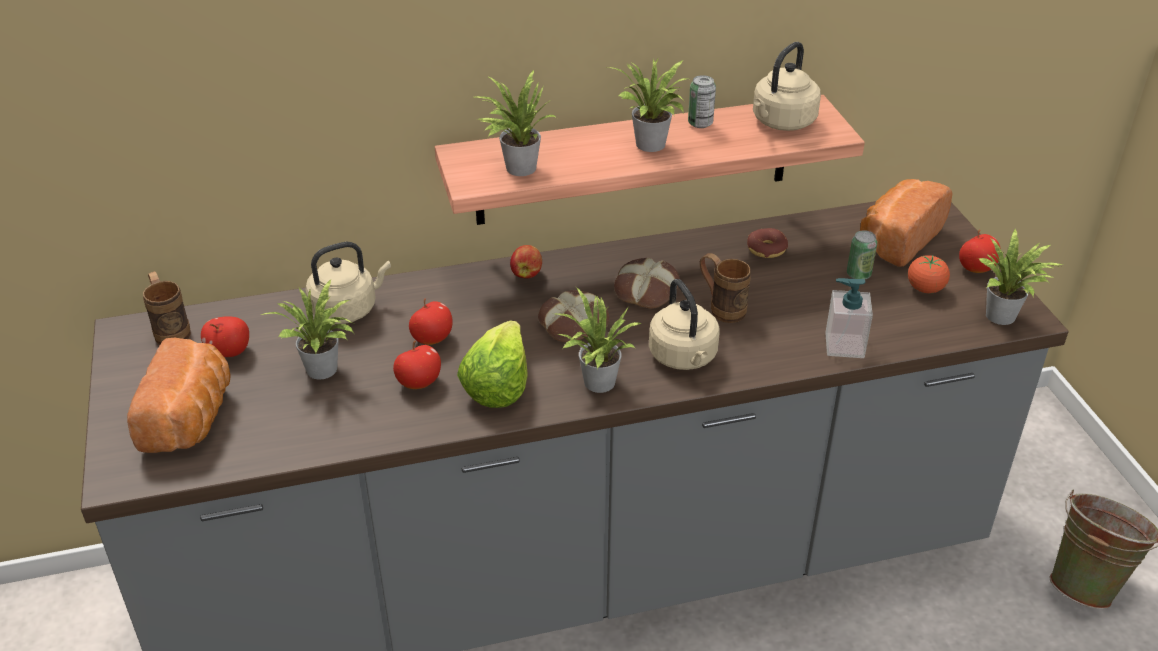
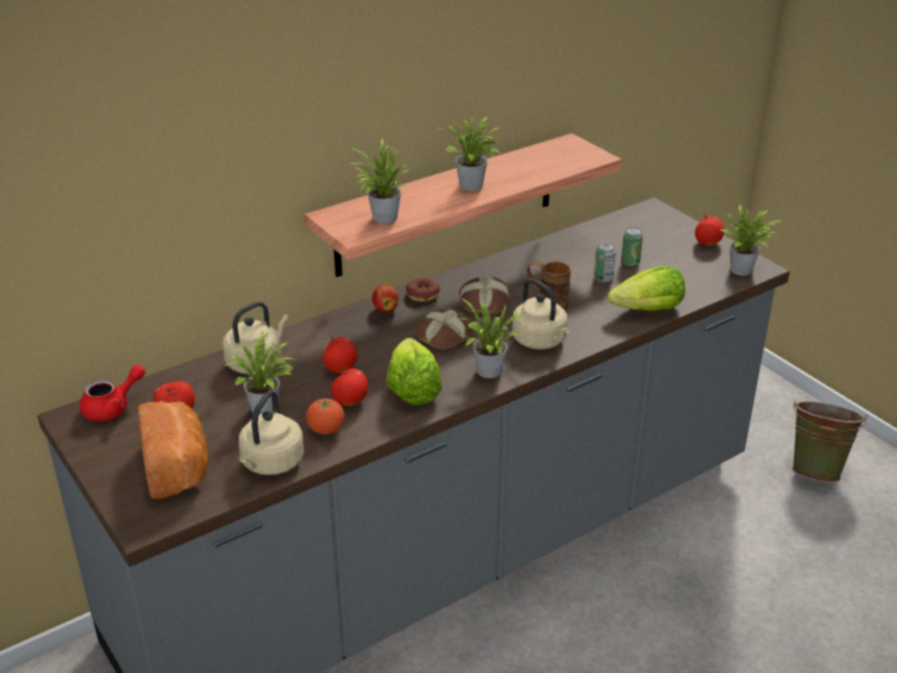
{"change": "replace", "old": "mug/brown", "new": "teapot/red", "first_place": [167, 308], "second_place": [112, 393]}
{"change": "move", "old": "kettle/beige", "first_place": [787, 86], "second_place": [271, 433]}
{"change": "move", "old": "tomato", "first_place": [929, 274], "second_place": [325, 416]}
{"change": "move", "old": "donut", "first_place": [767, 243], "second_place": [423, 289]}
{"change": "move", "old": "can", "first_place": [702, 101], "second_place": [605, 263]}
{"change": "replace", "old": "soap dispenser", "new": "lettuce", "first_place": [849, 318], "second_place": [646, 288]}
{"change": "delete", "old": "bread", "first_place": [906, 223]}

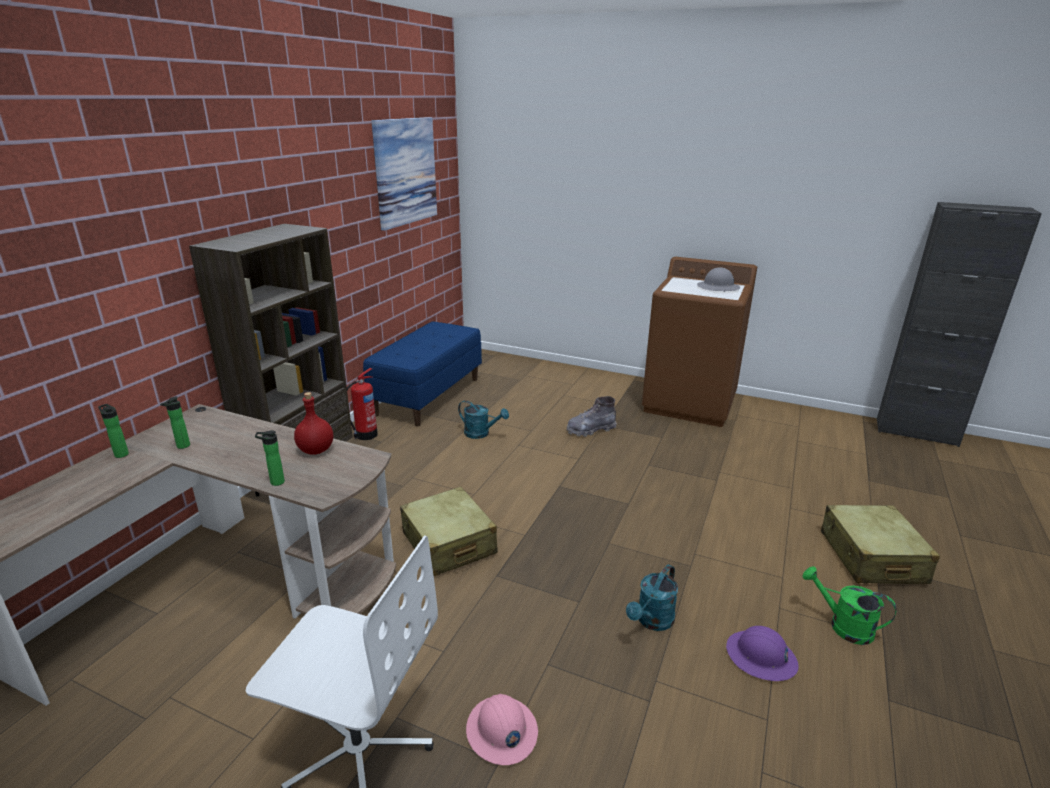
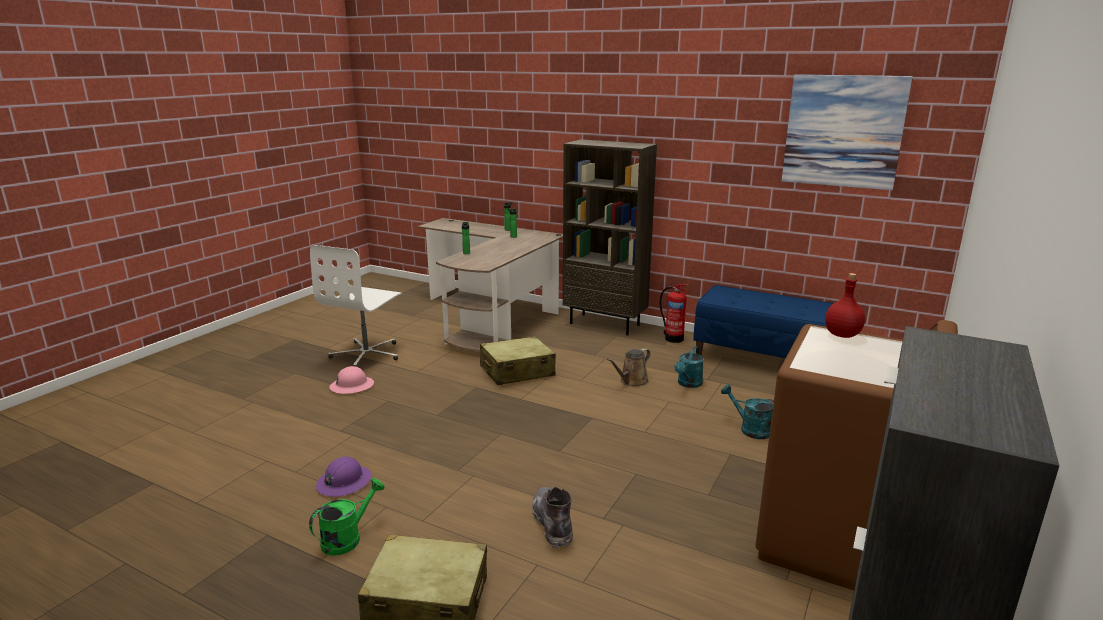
{"change": "move", "old": "boot/grey", "first_place": [592, 416], "second_place": [552, 518]}
{"change": "insert", "new": "watering can/brown", "second_place": [628, 367]}
{"change": "move", "old": "watering can/turquoise", "first_place": [652, 598], "second_place": [747, 411]}
{"change": "move", "old": "bottle/red", "first_place": [313, 423], "second_place": [845, 305]}
{"change": "delete", "old": "hard hat/grey", "first_place": [718, 279]}

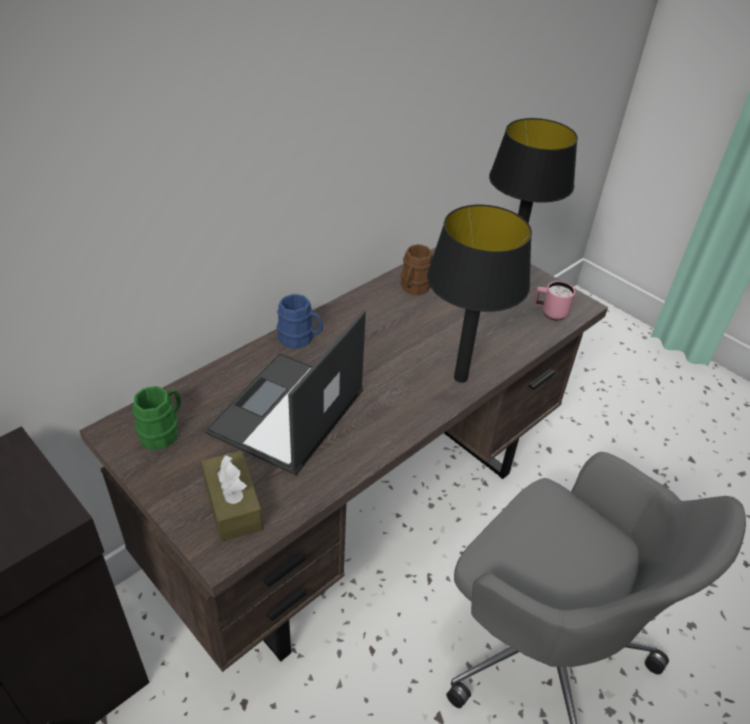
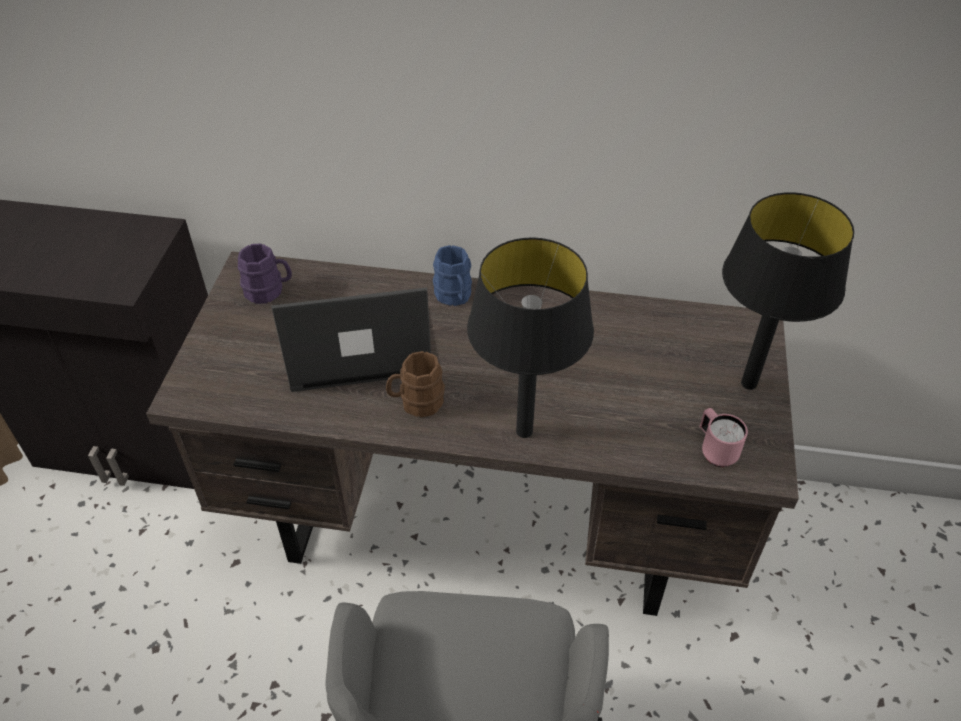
{"change": "recolor", "old": "mug/green", "new": "mug/purple", "first_place": [156, 418], "second_place": [265, 274]}
{"change": "move", "old": "mug/brown", "first_place": [417, 269], "second_place": [415, 384]}
{"change": "delete", "old": "tissue box/brown", "first_place": [232, 496]}

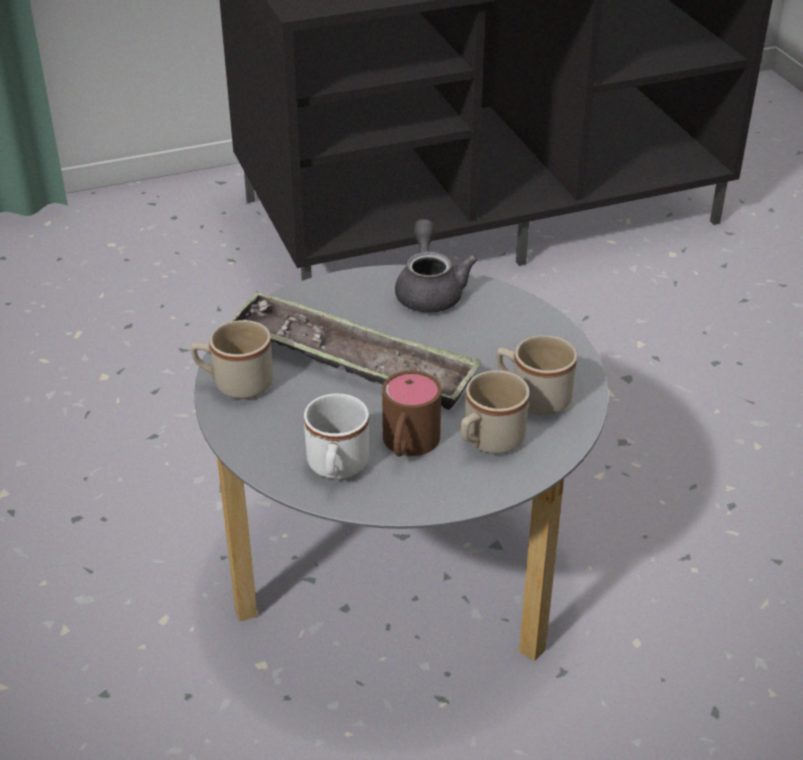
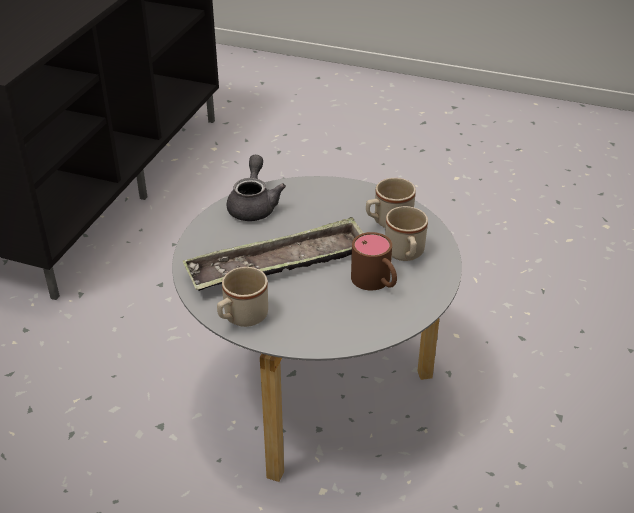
{"change": "rotate", "old": "teapot/grey", "first_place": [436, 266], "second_place": [256, 188], "degrees": 60}
{"change": "delete", "old": "mug/white", "first_place": [336, 436]}

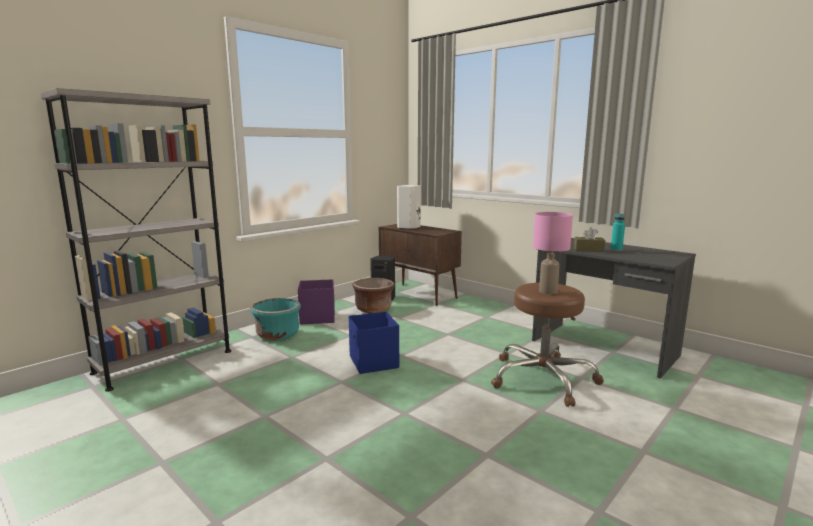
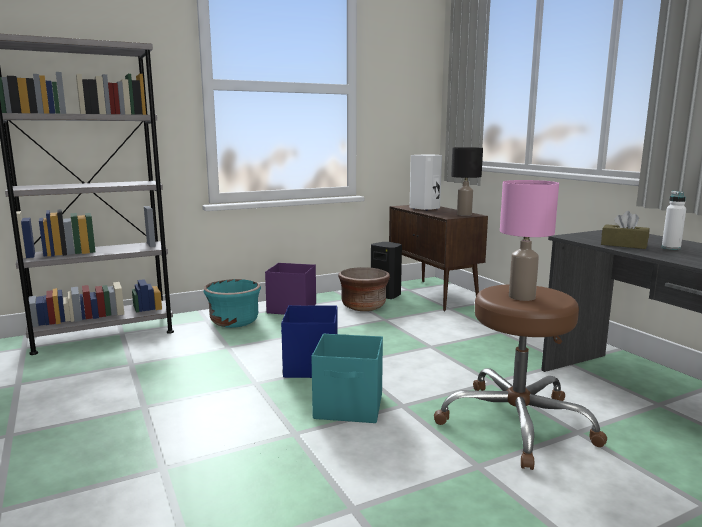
{"change": "insert", "new": "storage box/turquoise", "second_place": [347, 378]}
{"change": "insert", "new": "table lamp/black", "second_place": [467, 181]}
{"change": "recolor", "old": "bottle/turquoise", "new": "bottle/white", "first_place": [618, 232], "second_place": [674, 220]}

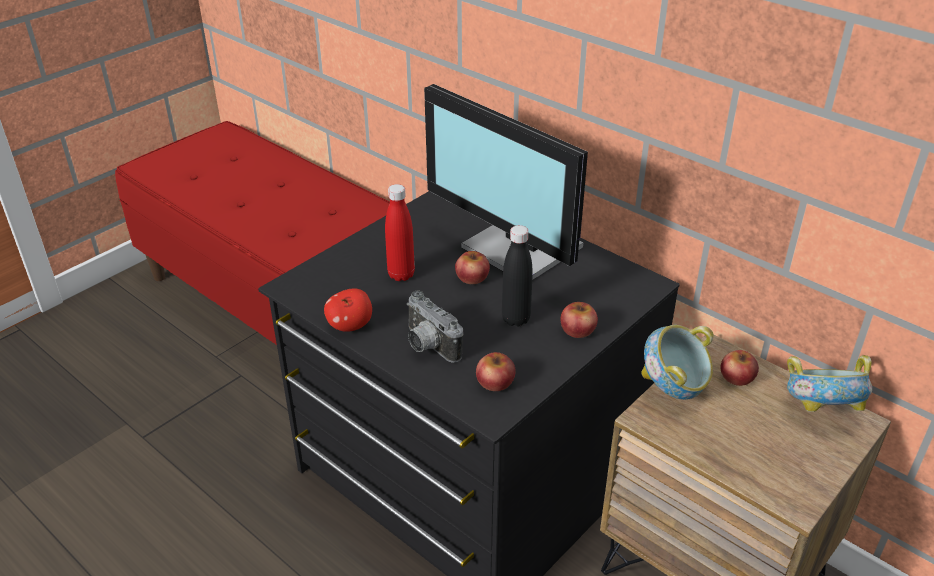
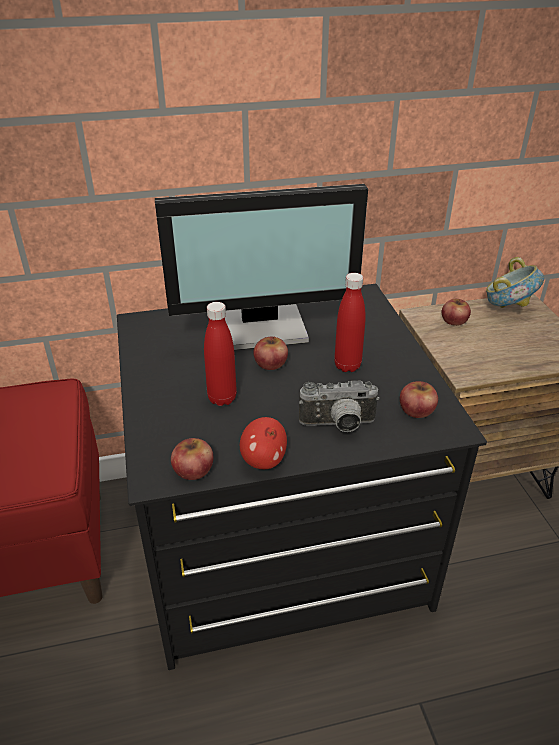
{"change": "move", "old": "apple", "first_place": [579, 320], "second_place": [192, 459]}
{"change": "recolor", "old": "bottle/black", "new": "bottle/red", "first_place": [517, 276], "second_place": [350, 322]}
{"change": "delete", "old": "bowl", "first_place": [678, 362]}

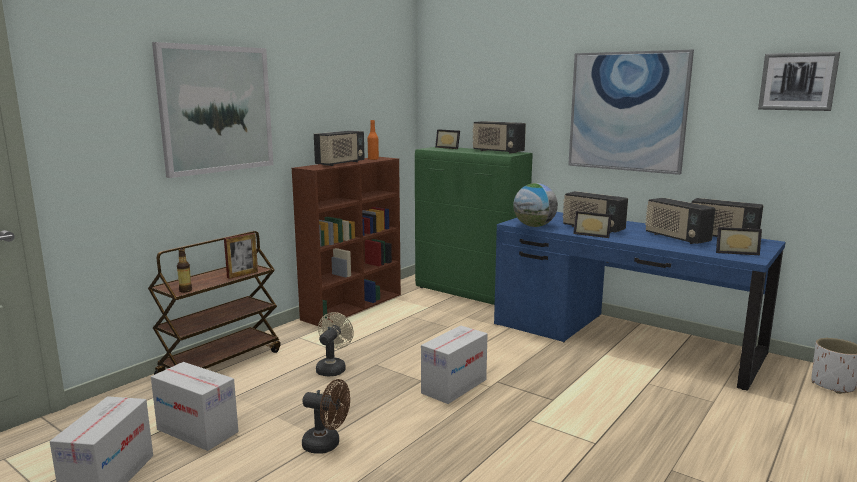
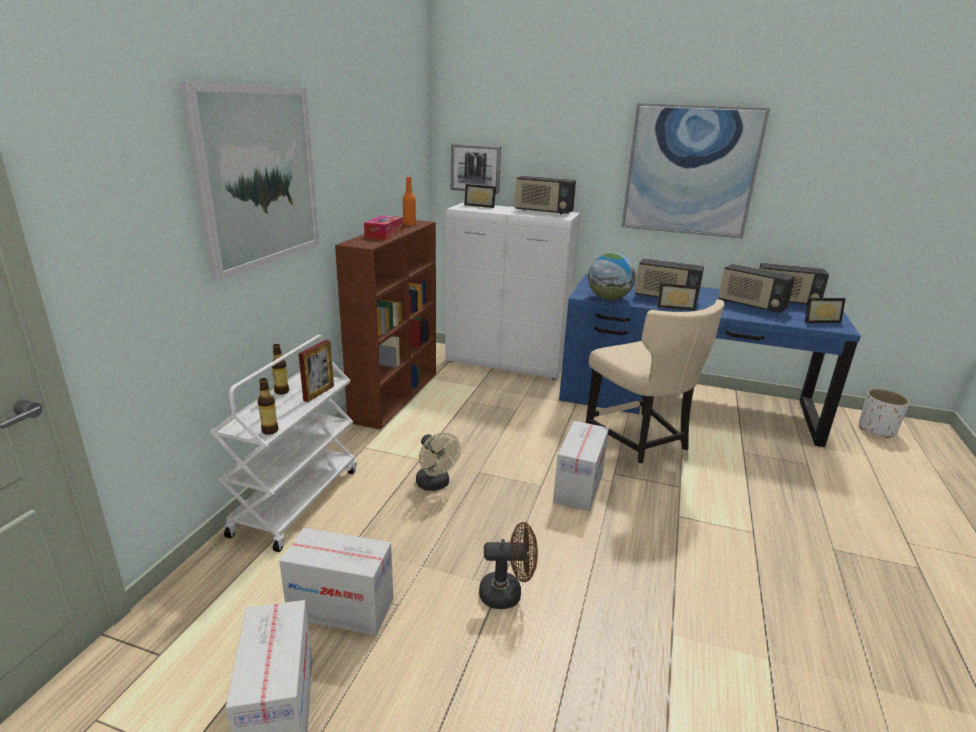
{"change": "recolor", "old": "cart/brown", "new": "cart/white", "first_place": [214, 303], "second_place": [283, 443]}
{"change": "insert", "new": "bottle", "second_place": [280, 369]}
{"change": "replace", "old": "radio", "new": "tissue box", "first_place": [339, 148], "second_place": [383, 227]}
{"change": "rotate", "old": "fan/beige", "first_place": [335, 344], "second_place": [438, 462], "degrees": 150}
{"change": "recolor", "old": "cabinet/green", "new": "cabinet/white", "first_place": [474, 226], "second_place": [512, 290]}
{"change": "move", "old": "picture", "first_place": [799, 81], "second_place": [476, 168]}
{"change": "insert", "new": "chair/beige", "second_place": [655, 387]}

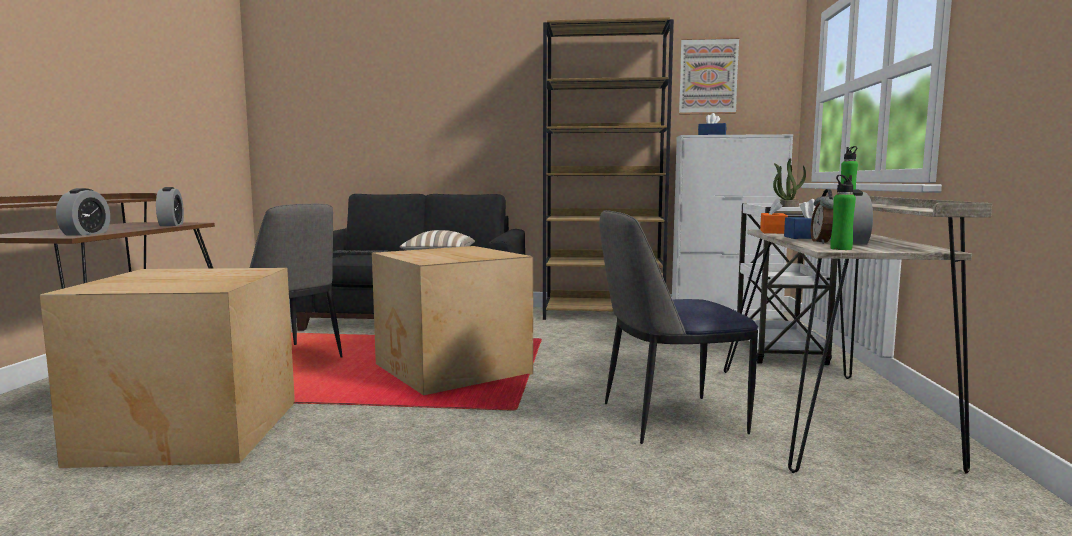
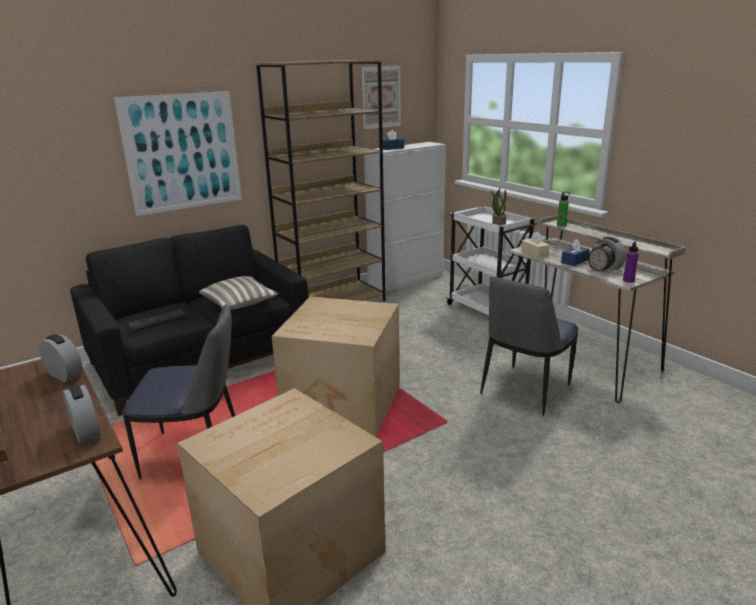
{"change": "insert", "new": "picture", "second_place": [178, 153]}
{"change": "recolor", "old": "tissue box/orange", "new": "tissue box/beige", "first_place": [774, 215], "second_place": [535, 245]}
{"change": "recolor", "old": "bottle/green", "new": "bottle/purple", "first_place": [843, 212], "second_place": [631, 262]}

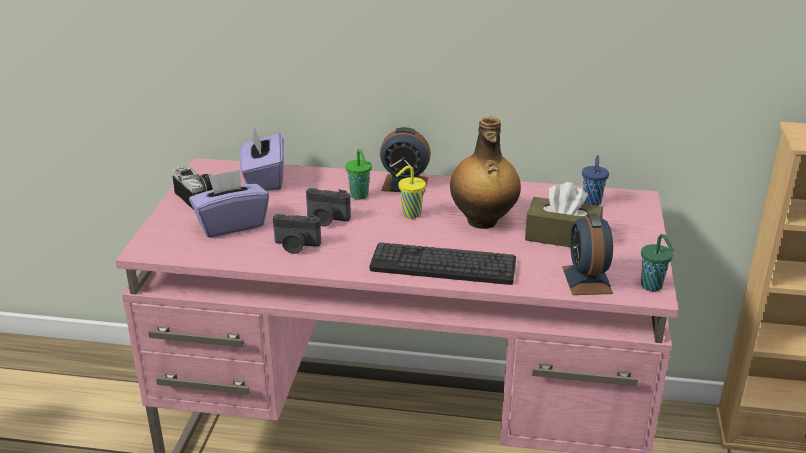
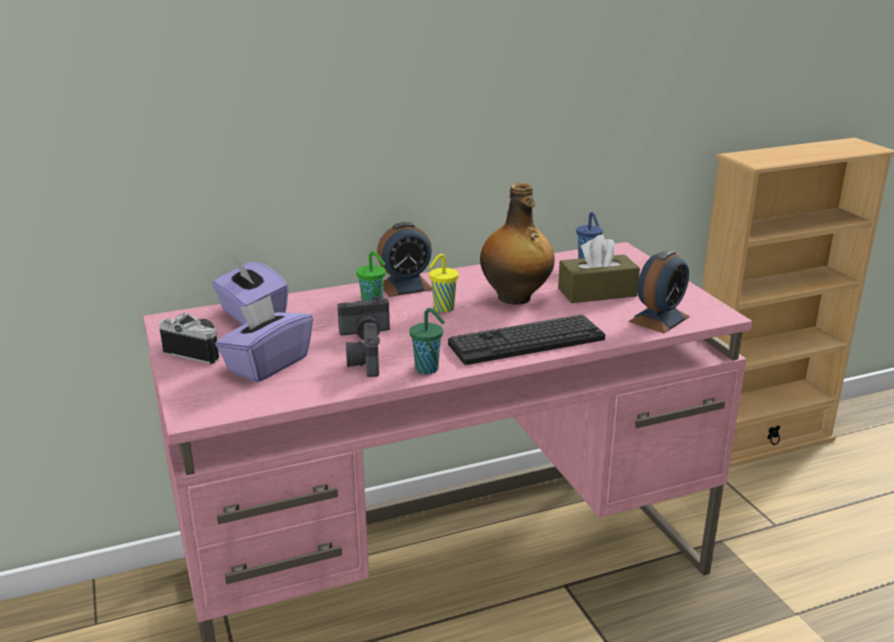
{"change": "rotate", "old": "photo camera", "first_place": [297, 234], "second_place": [363, 350], "degrees": 105}
{"change": "move", "old": "cup/green", "first_place": [657, 262], "second_place": [427, 341]}
{"change": "rotate", "old": "alarm clock", "first_place": [587, 254], "second_place": [659, 292], "degrees": -105}

